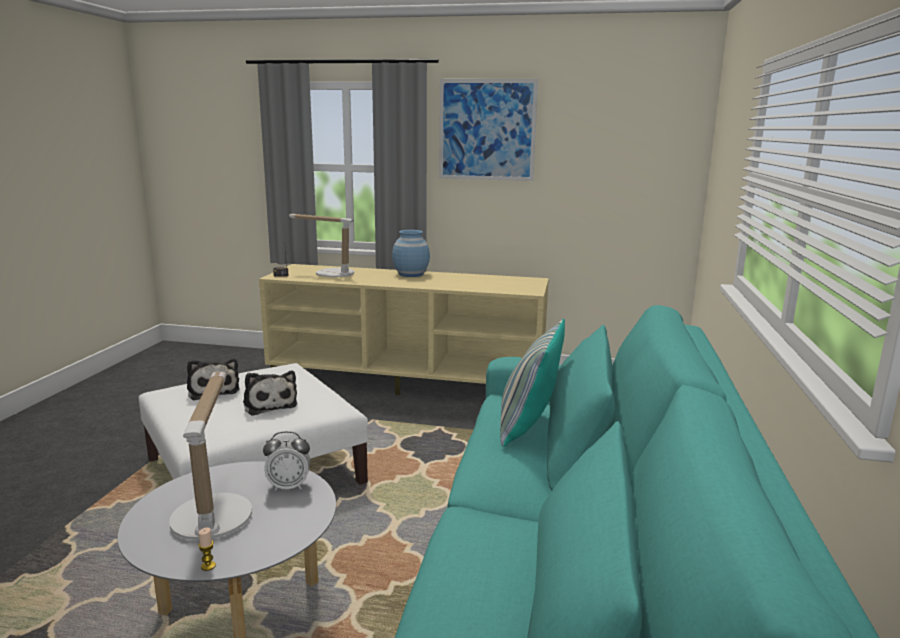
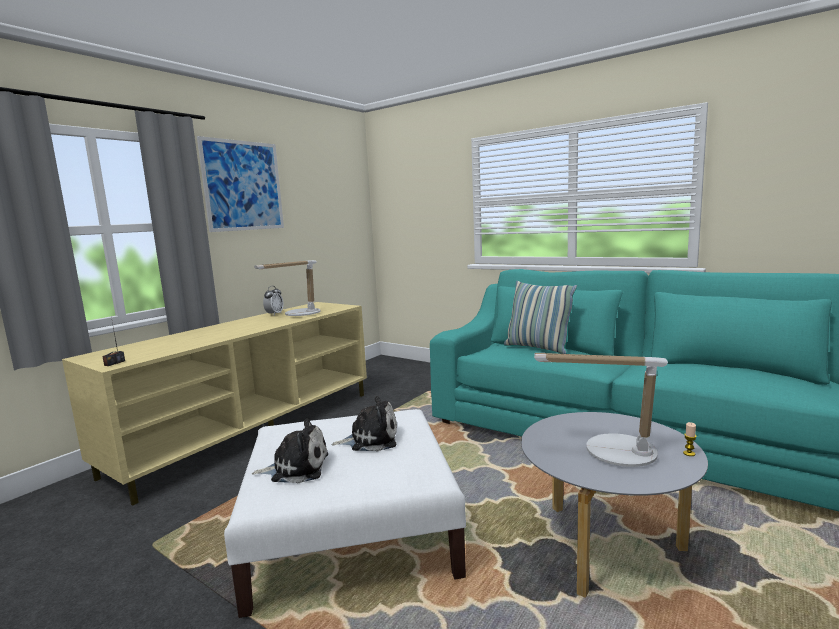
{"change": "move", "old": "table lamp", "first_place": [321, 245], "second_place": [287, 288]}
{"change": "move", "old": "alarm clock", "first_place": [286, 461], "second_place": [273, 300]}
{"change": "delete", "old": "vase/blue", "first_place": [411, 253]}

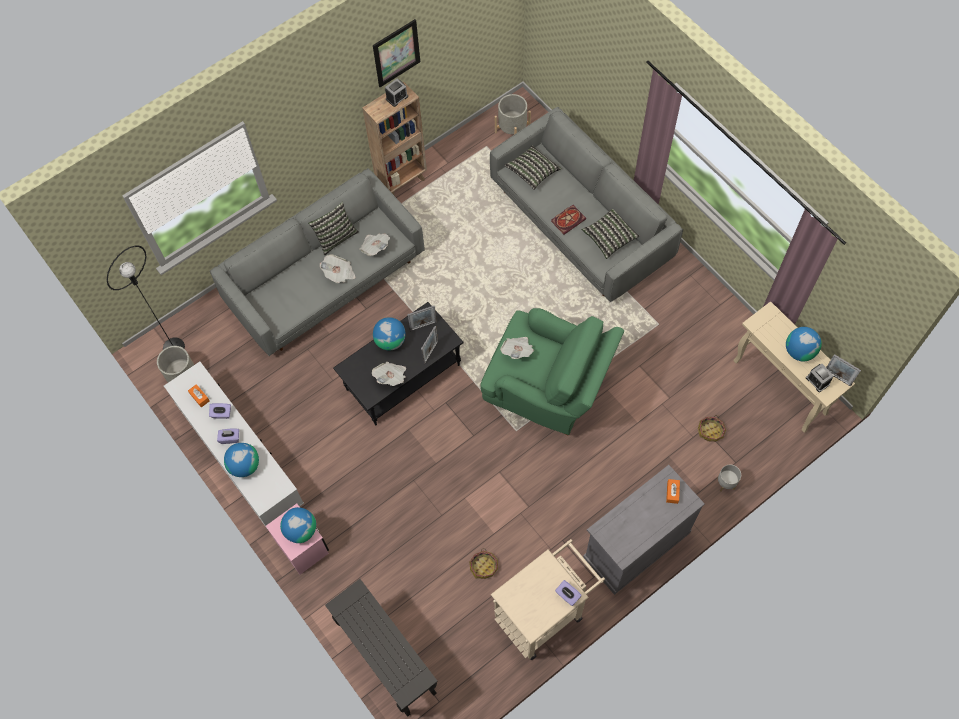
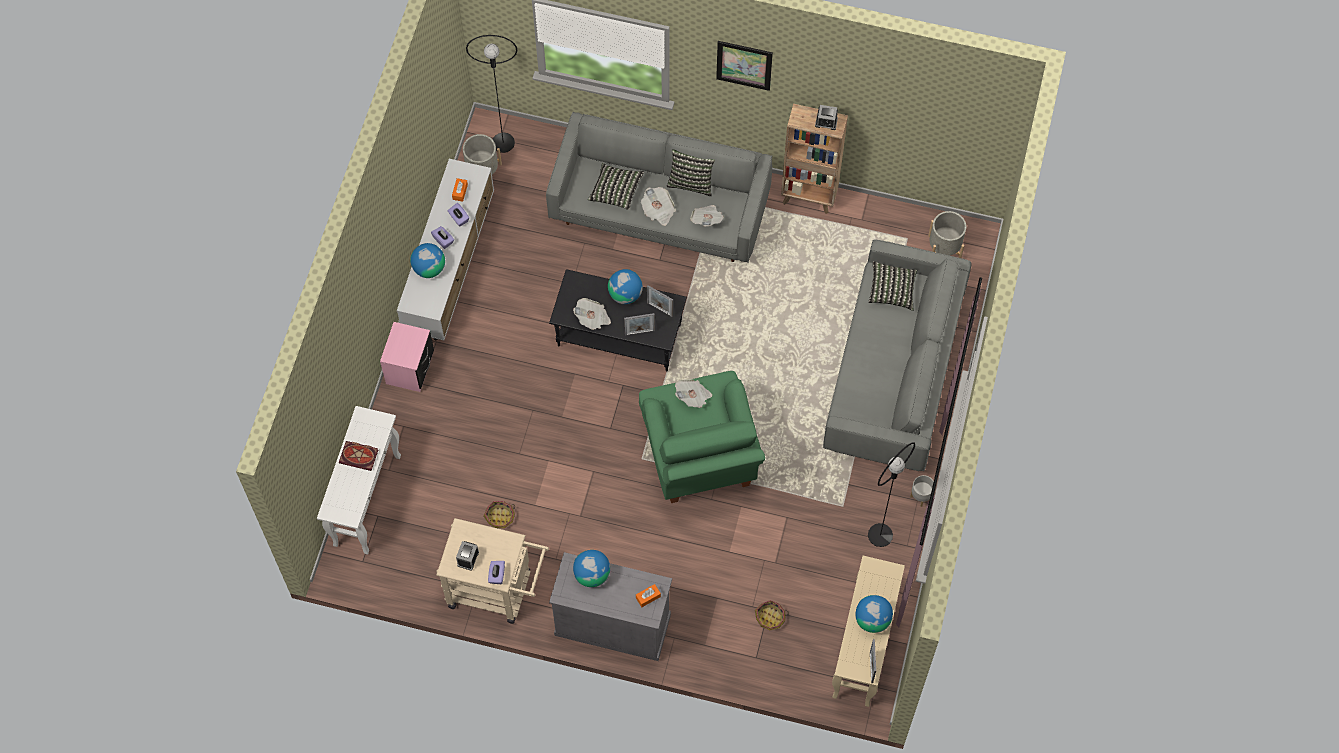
{"change": "recolor", "old": "console table/black", "new": "console table/white", "first_place": [381, 648], "second_place": [359, 480]}
{"change": "move", "old": "book", "first_place": [568, 220], "second_place": [358, 456]}
{"change": "move", "old": "alarm clock", "first_place": [819, 378], "second_place": [467, 556]}
{"change": "move", "old": "globe", "first_place": [298, 525], "second_place": [591, 568]}
{"change": "move", "old": "pillow", "first_place": [610, 234], "second_place": [616, 186]}
{"change": "move", "old": "picture", "first_place": [396, 53], "second_place": [744, 66]}
{"change": "insert", "new": "floor lamp/black", "second_place": [891, 495]}
{"change": "move", "old": "planter/grey", "first_place": [729, 478], "second_place": [922, 491]}

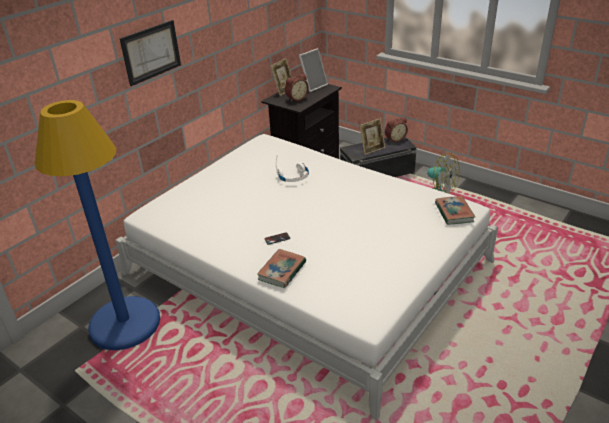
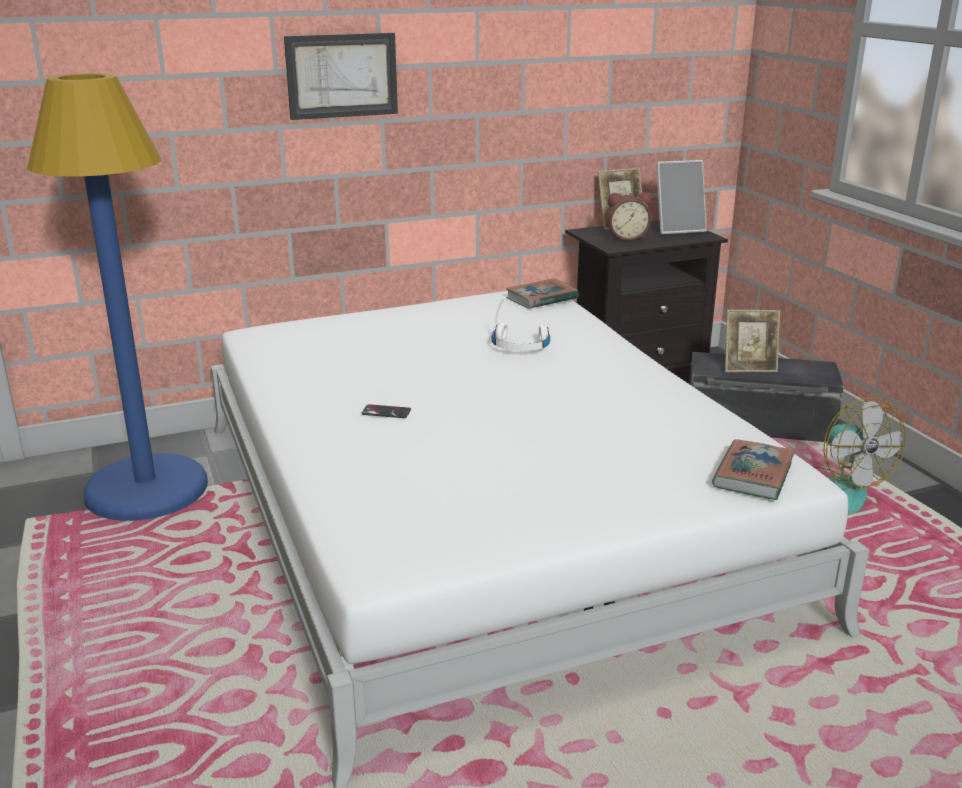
{"change": "move", "old": "book", "first_place": [281, 268], "second_place": [542, 293]}
{"change": "delete", "old": "alarm clock", "first_place": [396, 130]}

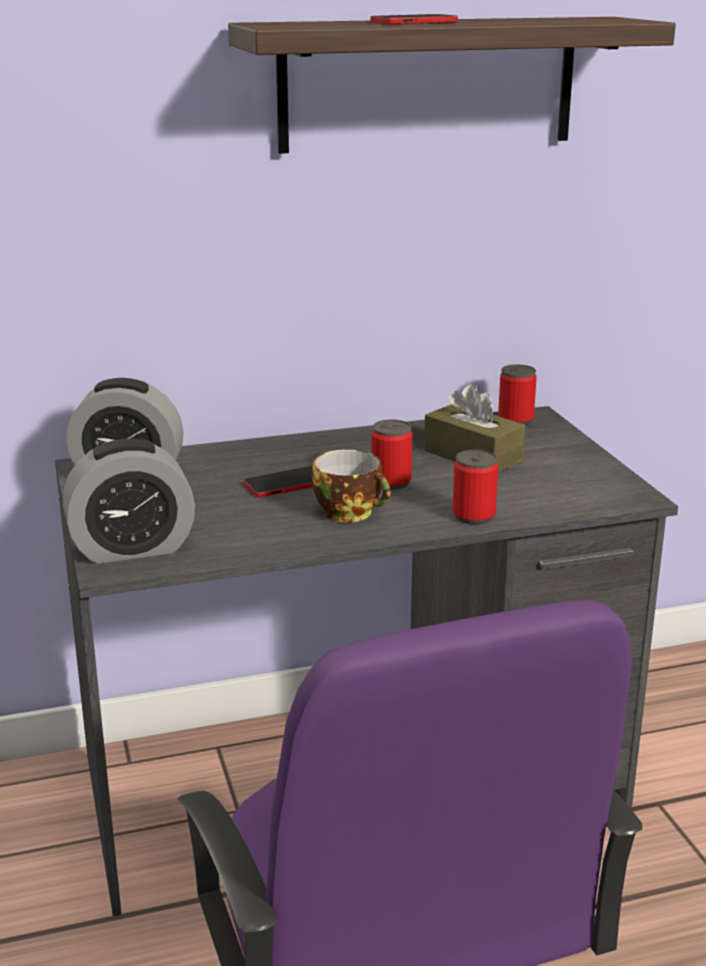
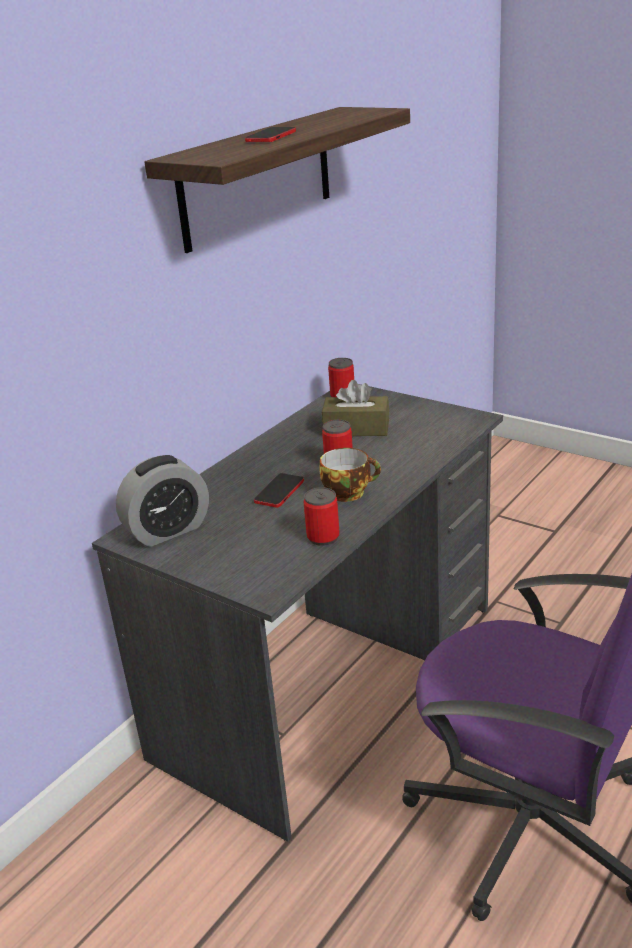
{"change": "move", "old": "can", "first_place": [475, 487], "second_place": [322, 516]}
{"change": "delete", "old": "alarm clock", "first_place": [129, 501]}

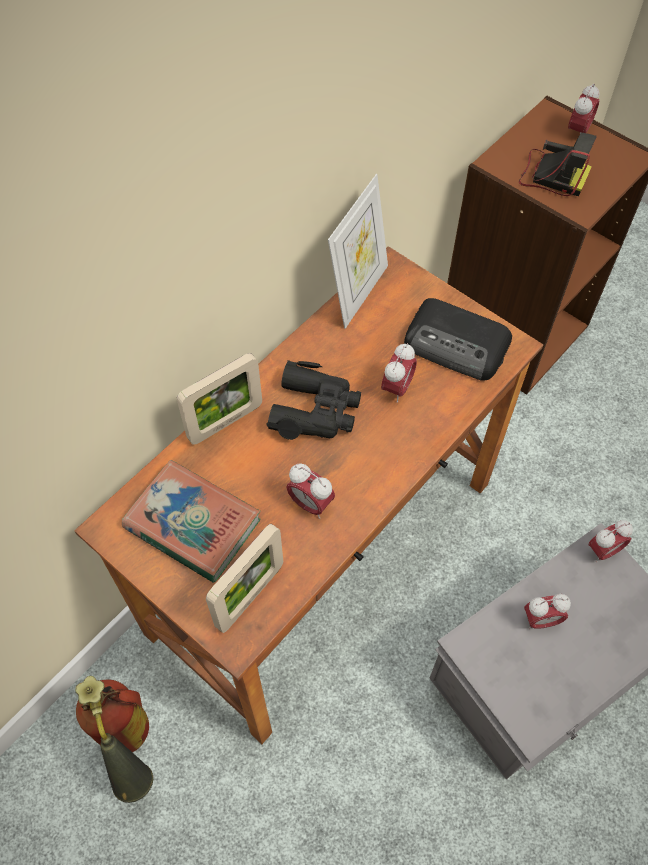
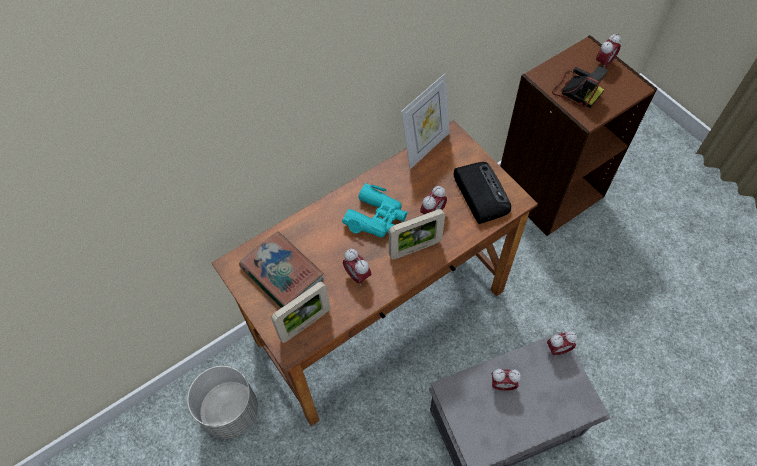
{"change": "replace", "old": "fire extinguisher", "new": "planter/grey", "first_place": [114, 739], "second_place": [222, 402]}
{"change": "recolor", "old": "binoculars/black", "new": "binoculars/turquoise", "first_place": [313, 400], "second_place": [374, 210]}
{"change": "move", "old": "picture frame", "first_place": [219, 399], "second_place": [417, 234]}
{"change": "rotate", "old": "radio", "first_place": [458, 339], "second_place": [482, 193], "degrees": -150}

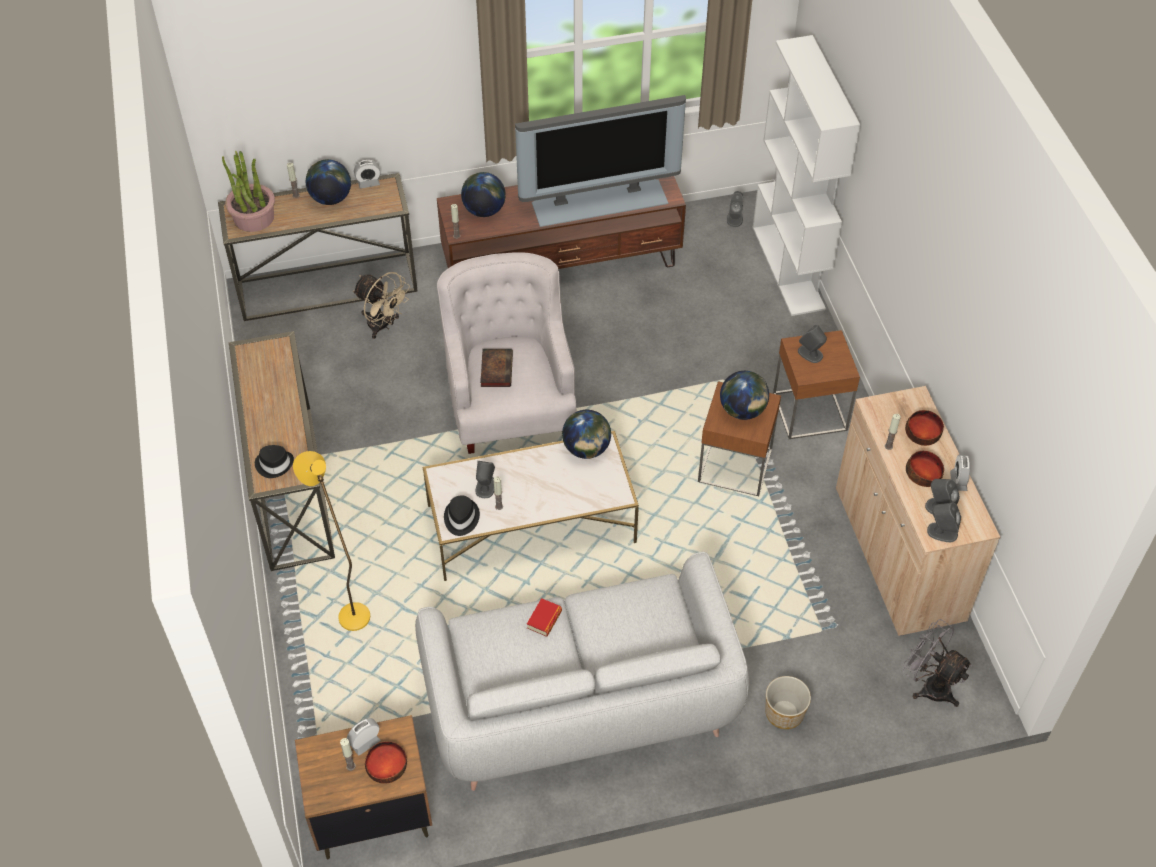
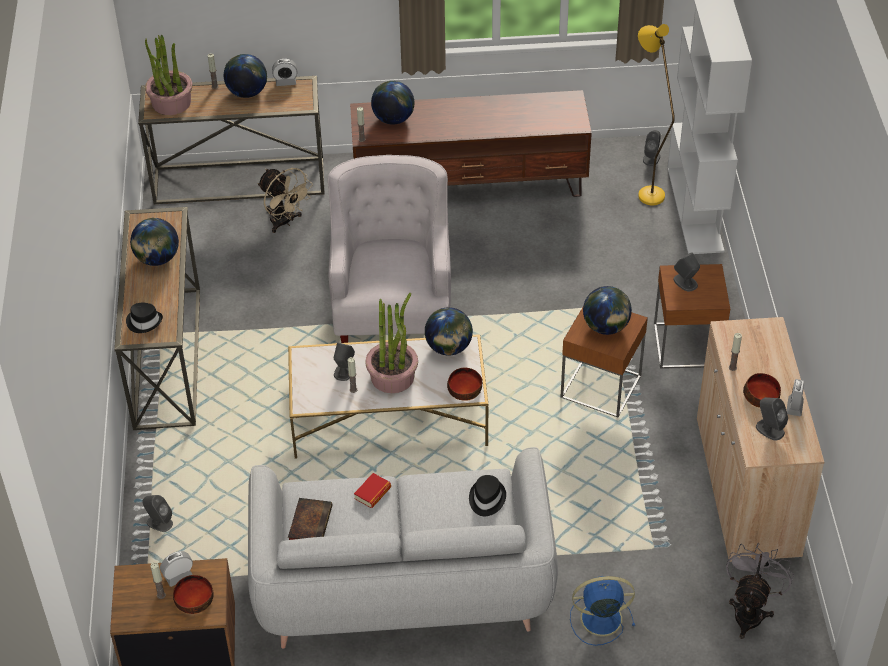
{"change": "insert", "new": "globe", "second_place": [154, 242]}
{"change": "move", "old": "speaker/grey", "first_place": [944, 522], "second_place": [157, 513]}
{"change": "move", "old": "book", "first_place": [496, 368], "second_place": [310, 519]}
{"change": "insert", "new": "potted plant", "second_place": [391, 343]}
{"change": "move", "old": "bowl", "first_place": [924, 428], "second_place": [464, 384]}
{"change": "move", "old": "hat/black", "first_place": [462, 515], "second_place": [487, 495]}
{"change": "replace", "old": "planter", "new": "fan/blue", "first_place": [788, 702], "second_place": [602, 611]}
{"change": "move", "old": "floor lamp/yellow", "first_place": [331, 541], "second_place": [656, 114]}
{"change": "rotate", "old": "fan/grey", "first_place": [938, 663], "second_place": [760, 590], "degrees": 60}
{"change": "delete", "old": "television", "first_place": [600, 161]}

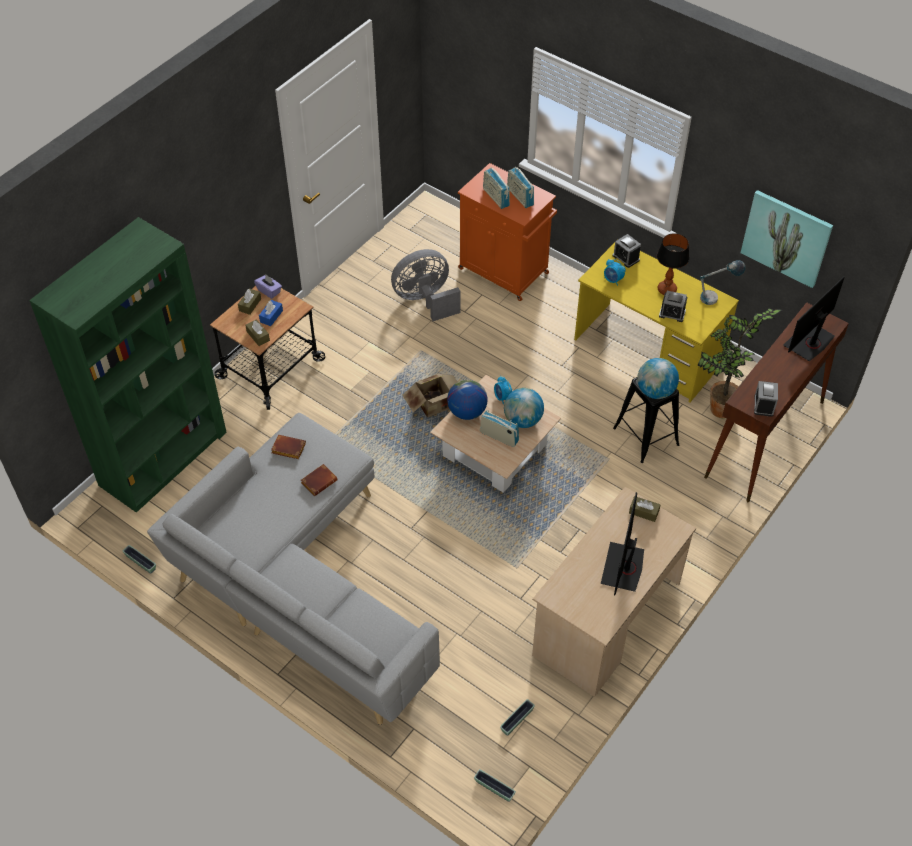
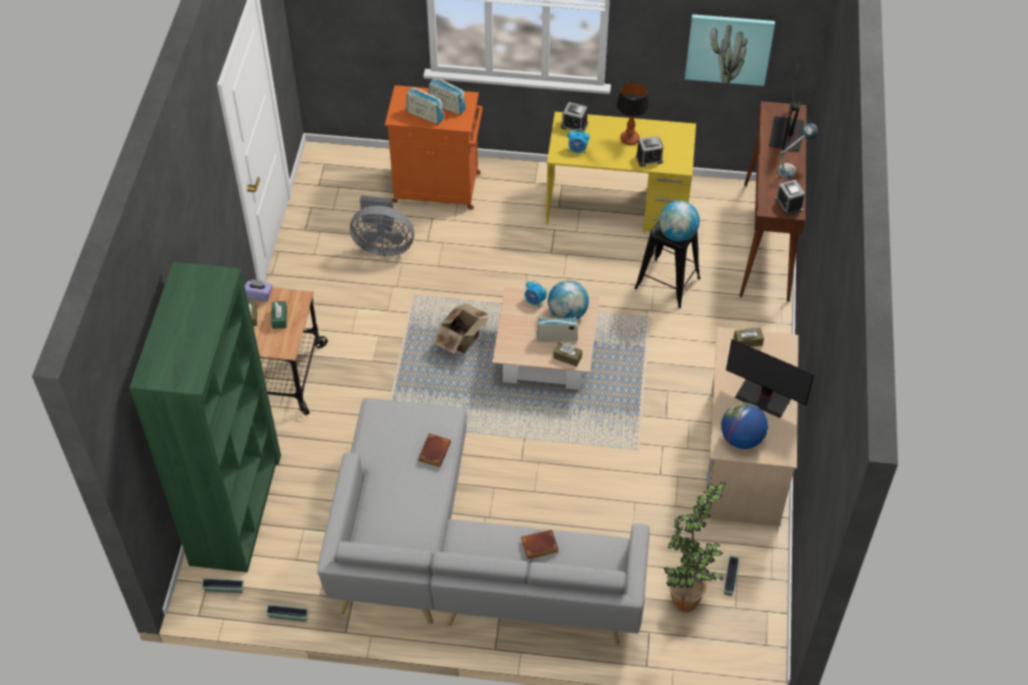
{"change": "move", "old": "planter", "first_place": [495, 785], "second_place": [222, 585]}
{"change": "recolor", "old": "tissue box/blue", "new": "tissue box/green", "first_place": [271, 313], "second_place": [279, 315]}
{"change": "rotate", "old": "fan/grey", "first_place": [426, 285], "second_place": [382, 226], "degrees": -120}
{"change": "move", "old": "book/brown", "first_place": [288, 447], "second_place": [540, 544]}
{"change": "move", "old": "tissue box/brown", "first_place": [257, 332], "second_place": [567, 354]}
{"change": "move", "old": "potted plant", "first_place": [739, 363], "second_place": [695, 547]}
{"change": "move", "old": "globe", "first_place": [467, 399], "second_place": [744, 426]}
{"change": "rotate", "old": "monitor", "first_place": [622, 543], "second_place": [770, 378], "degrees": -45}
{"change": "move", "old": "table lamp", "first_place": [722, 282], "second_place": [798, 150]}

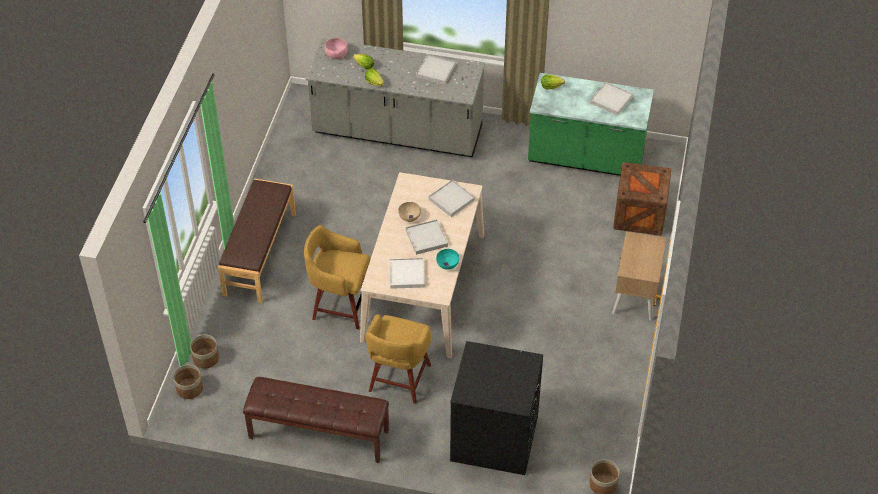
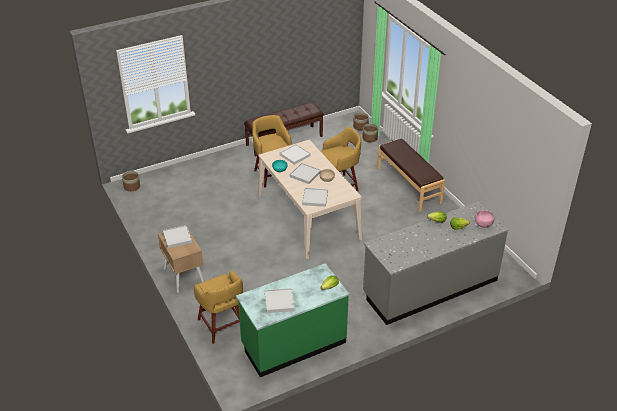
{"change": "move", "old": "tray/white", "first_place": [436, 69], "second_place": [177, 236]}
{"change": "replace", "old": "crate", "new": "stool/yellow", "first_place": [642, 199], "second_place": [218, 307]}
{"change": "delete", "old": "washing machine/black", "first_place": [496, 408]}

